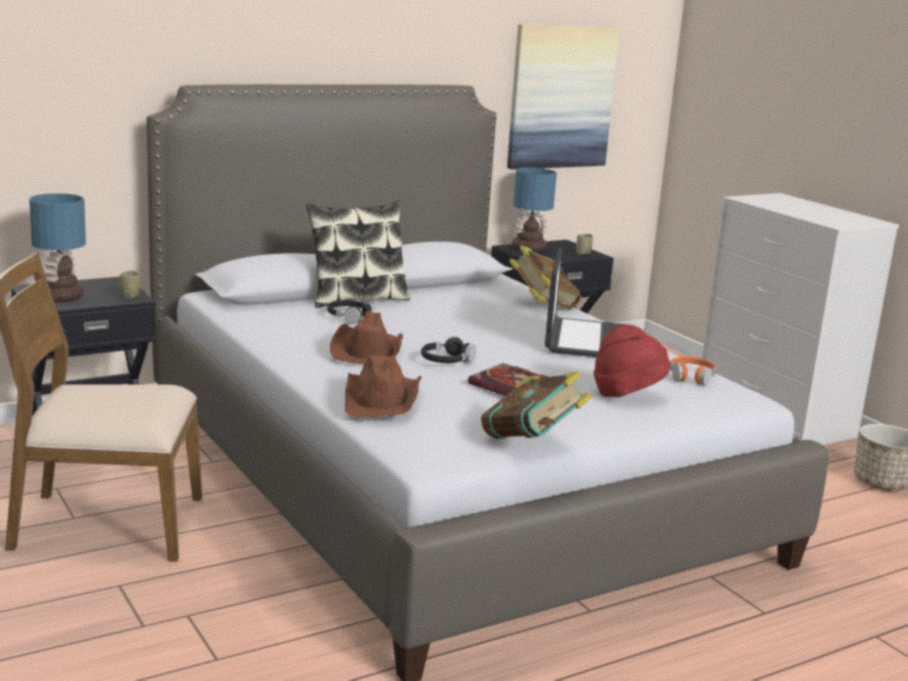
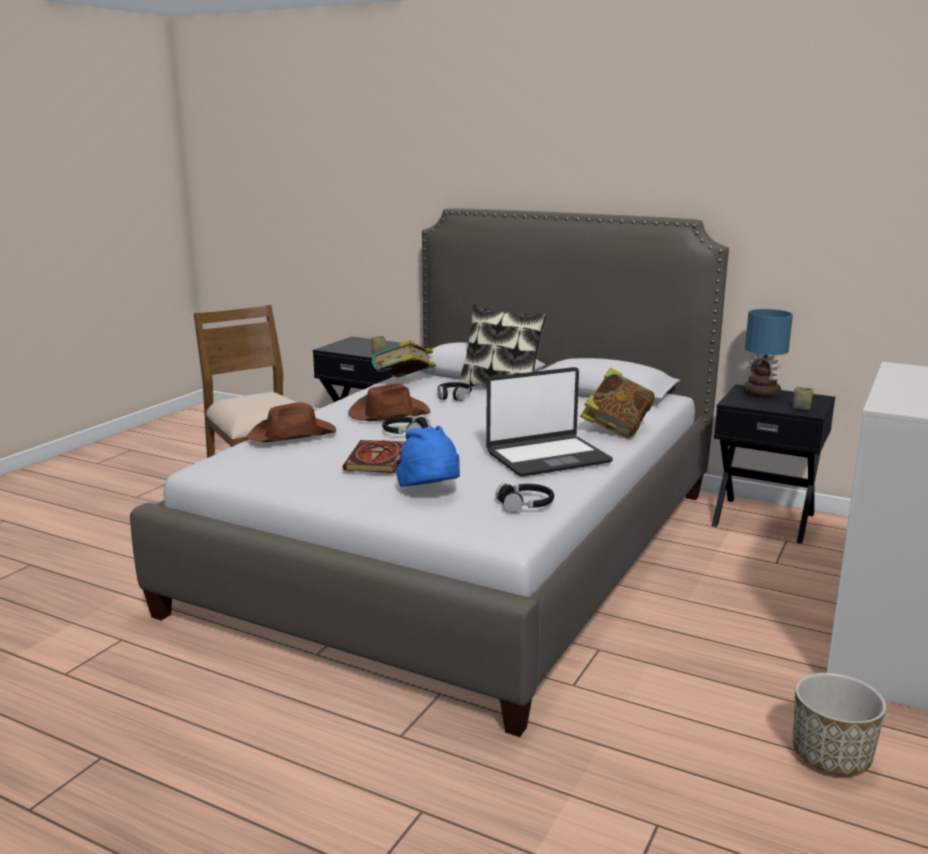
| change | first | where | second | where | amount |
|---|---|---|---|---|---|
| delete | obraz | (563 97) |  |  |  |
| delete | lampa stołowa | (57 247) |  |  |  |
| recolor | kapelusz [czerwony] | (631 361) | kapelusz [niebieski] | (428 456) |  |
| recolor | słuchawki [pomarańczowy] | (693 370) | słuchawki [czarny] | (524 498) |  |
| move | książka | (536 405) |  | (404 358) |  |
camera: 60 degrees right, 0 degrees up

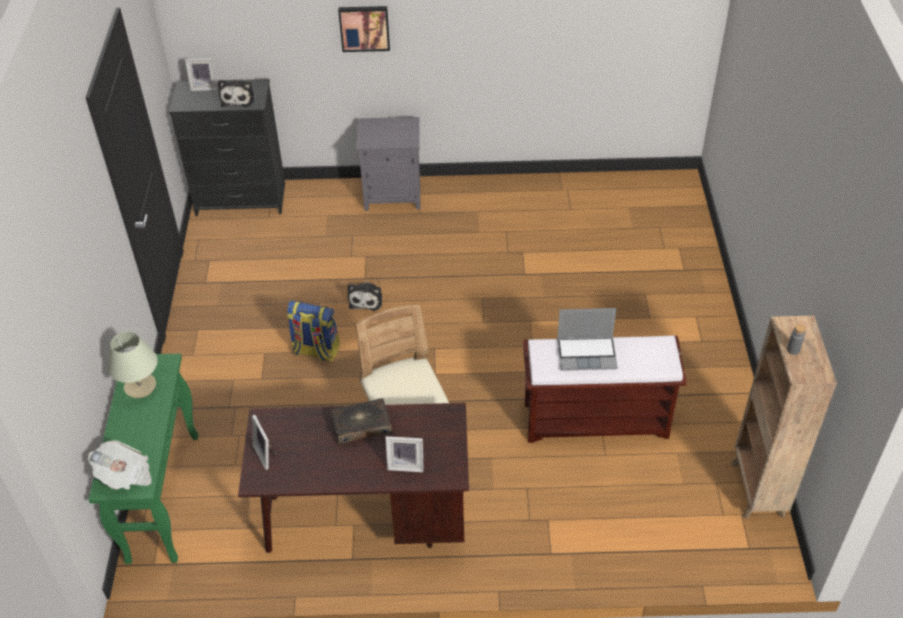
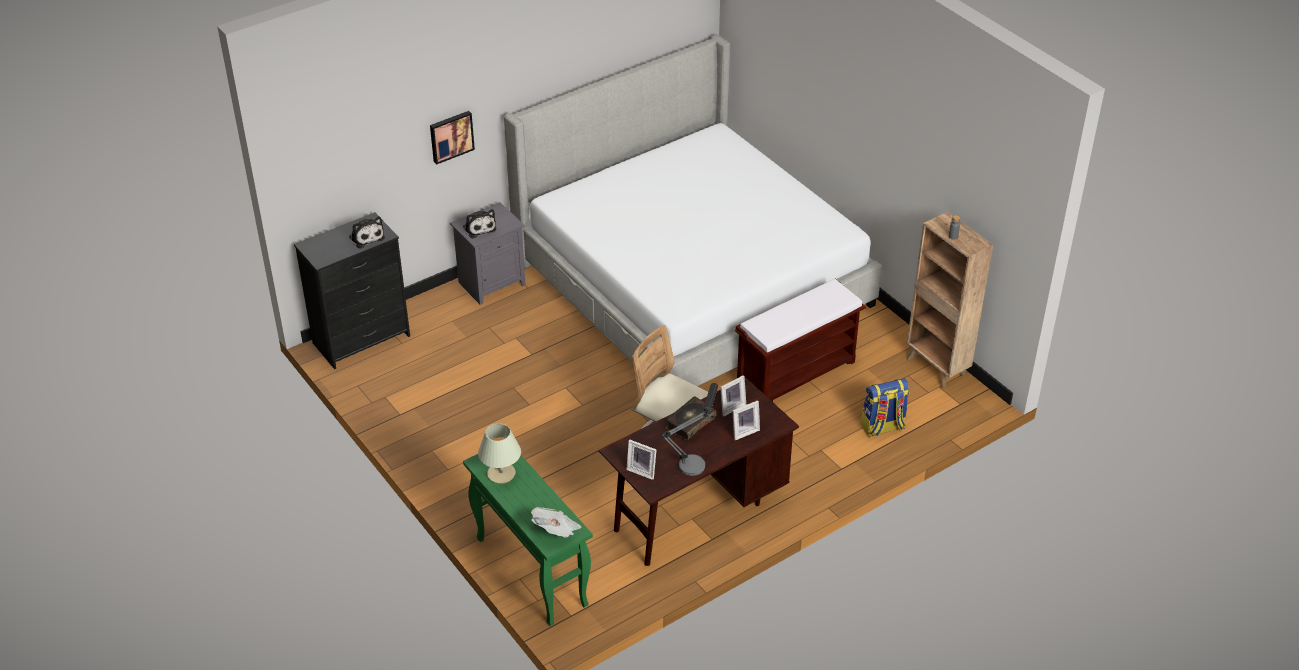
| change | first | where | second | where | amount |
|---|---|---|---|---|---|
| move | ramka na zdjęcie | (201 74) |  | (733 395) |  |
| move | pluszak | (364 296) |  | (479 224) |  |
| move | plecak | (313 331) |  | (885 407) |  |
| delete | laptop | (587 339) |  |  |  |
| insert |  |  | łóżko | (693 210) |  |
| insert |  |  | lampa stołowa | (690 429) |  |
camera: 35 degrees left, 5 degrees down

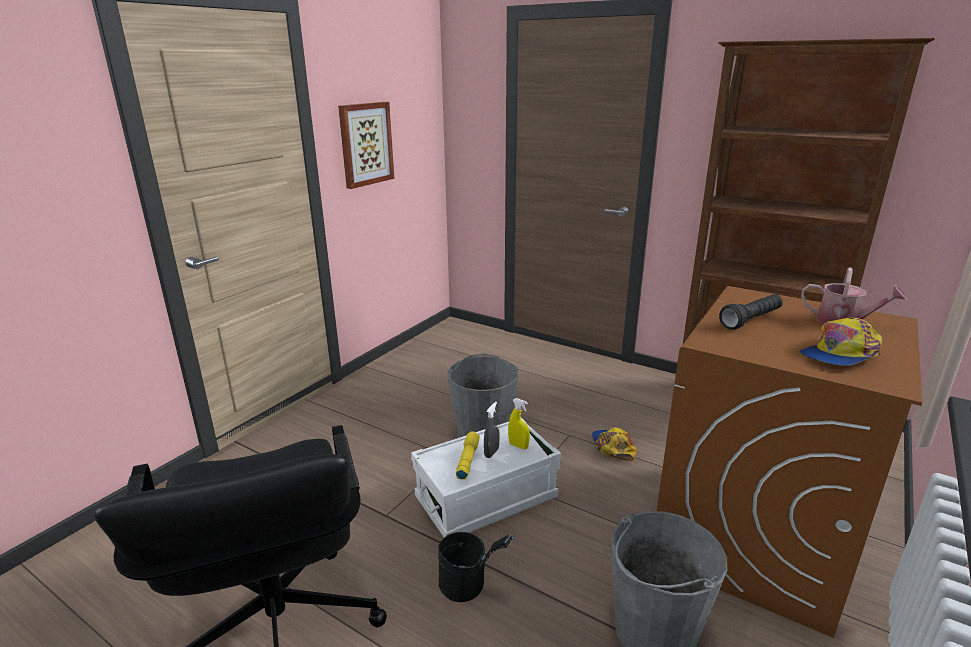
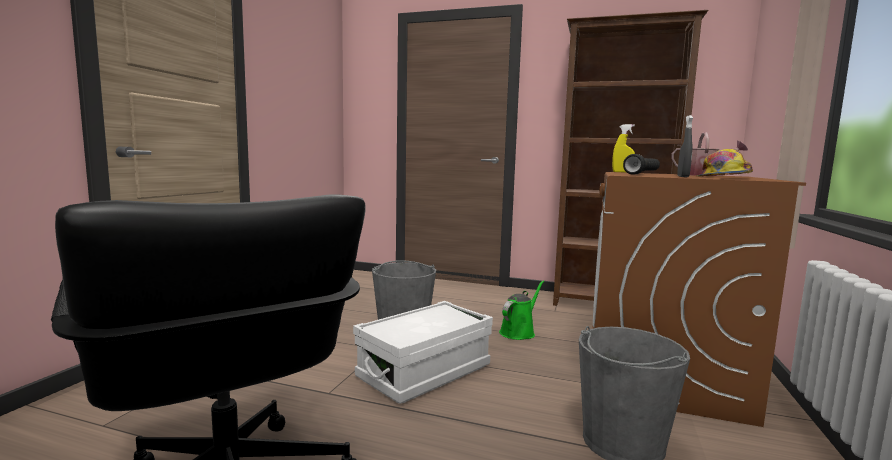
| change | first | where | second | where | amount |
|---|---|---|---|---|---|
| delete | obraz | (366 145) |  |  |  |
| move | spryskiwacz [żółty] | (519 423) |  | (623 148) |  |
| move | spryskiwacz [szary] | (492 430) |  | (685 146) |  |
| replace | czapka z daszkiem | (614 444) | konewka [zielony] | (521 310) |  |
| delete | latarka [żółty] | (468 455) |  |  |  |
| delete | wiadro [czarny] | (476 567) |  |  |  |
camera: 15 degrees left, 15 degrees down

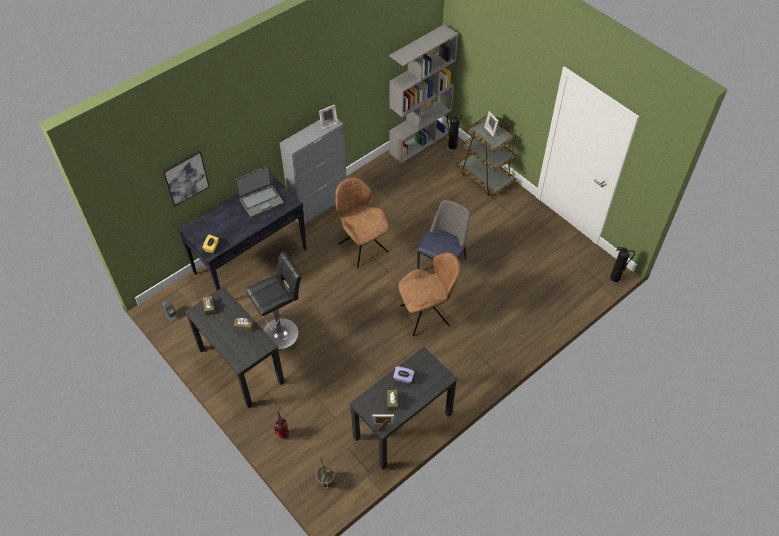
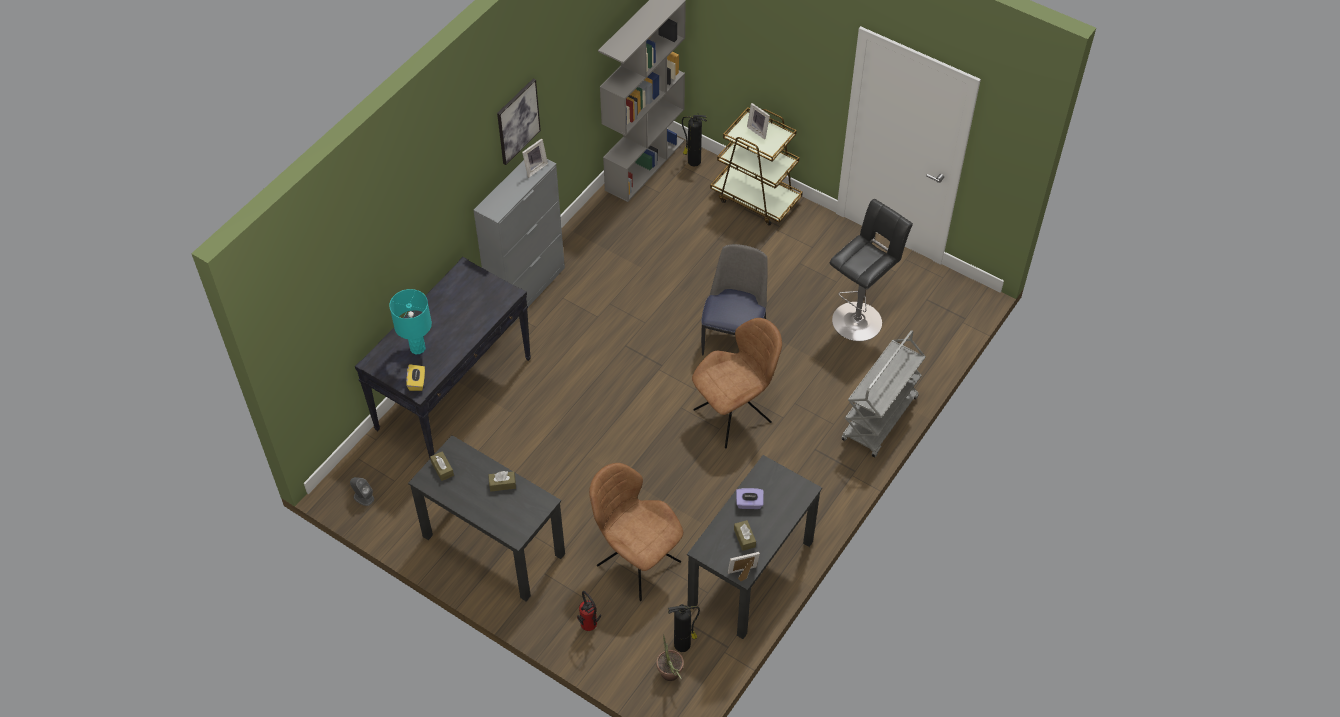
| change | first | where | second | where | amount |
|---|---|---|---|---|---|
| move | obraz | (186 179) |  | (519 121) |  |
| delete | laptop | (259 191) |  |  |  |
| move | krzesło [brązowy] | (362 223) |  | (636 532) |  |
| move | gaśnica | (622 264) |  | (684 628) |  |
| move | stołek [czarny] | (274 300) |  | (871 270) |  |
| insert |  |  | lampa stołowa [turkusowy] | (410 322) |  |
| insert |  |  | wózek [szary] | (883 393) |  |
camera: 15 degrees left, 0 degrees up

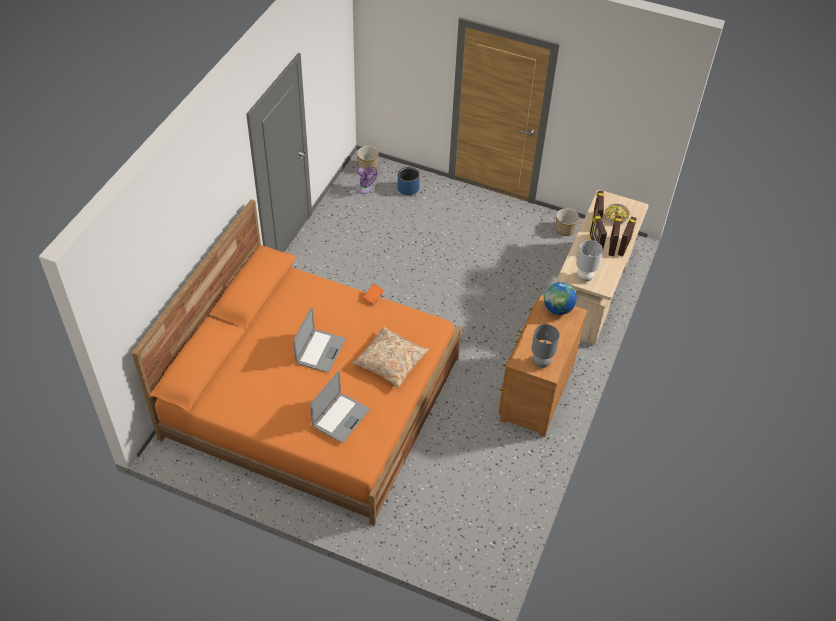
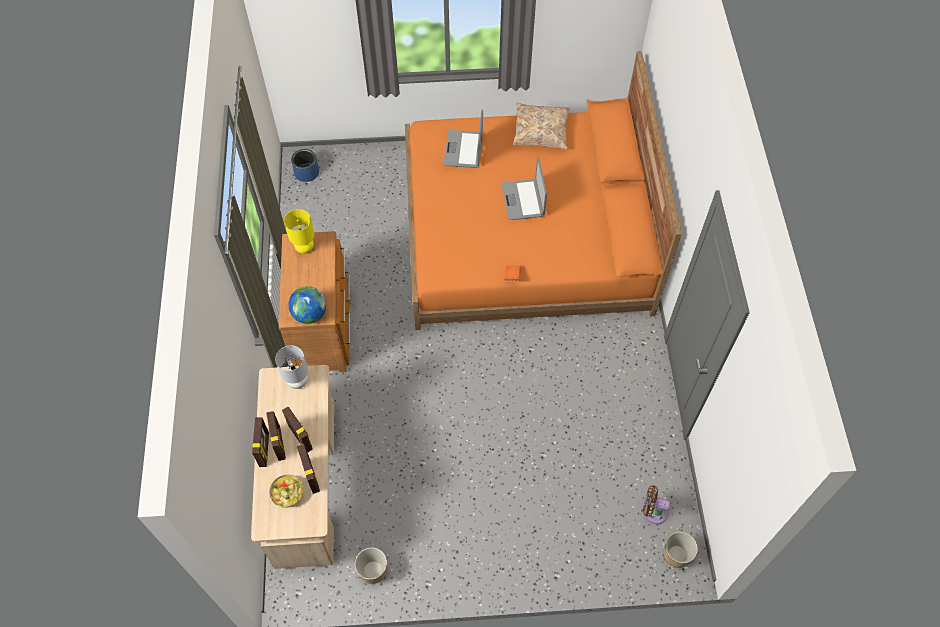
| change | first | where | second | where | amount |
|---|---|---|---|---|---|
| recolor | wentylator [fioletowy] | (366 180) | wentylator [brązowy] | (656 504) |  |
| move | donica [niebieski] | (408 181) |  | (305 165) |  |
| recolor | lampa stołowa [szary] | (545 346) | lampa stołowa [żółty] | (299 231) |  |
| move | poduszka [beżowy] | (390 357) |  | (541 126) |  |
camera: 155 degrees right, 10 degrees up

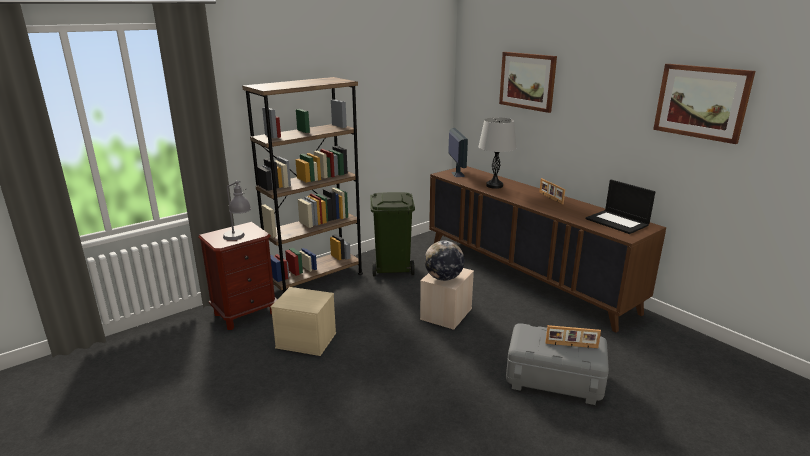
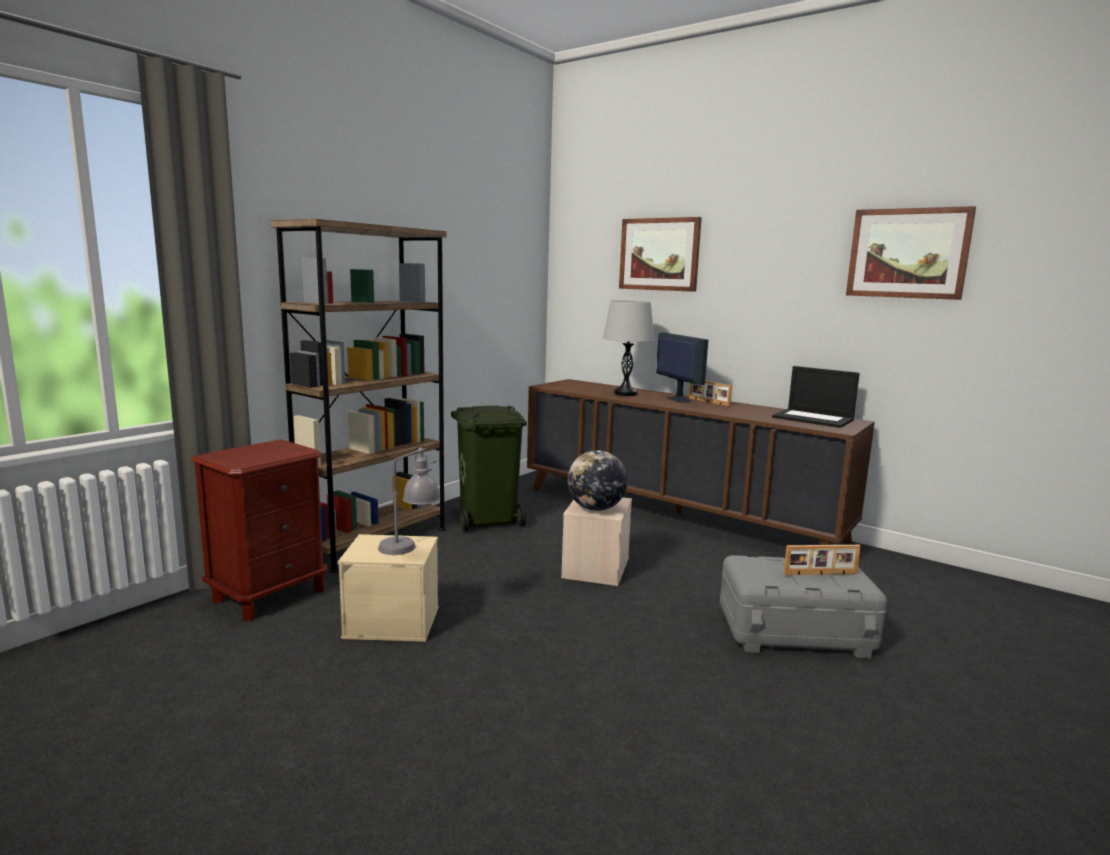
| change | first | where | second | where | amount |
|---|---|---|---|---|---|
| move | monitor | (458 152) |  | (682 367) |  |
| move | lampa stołowa [szary] | (237 210) |  | (409 501) |  |
camera: 15 degrees left, 10 degrees down

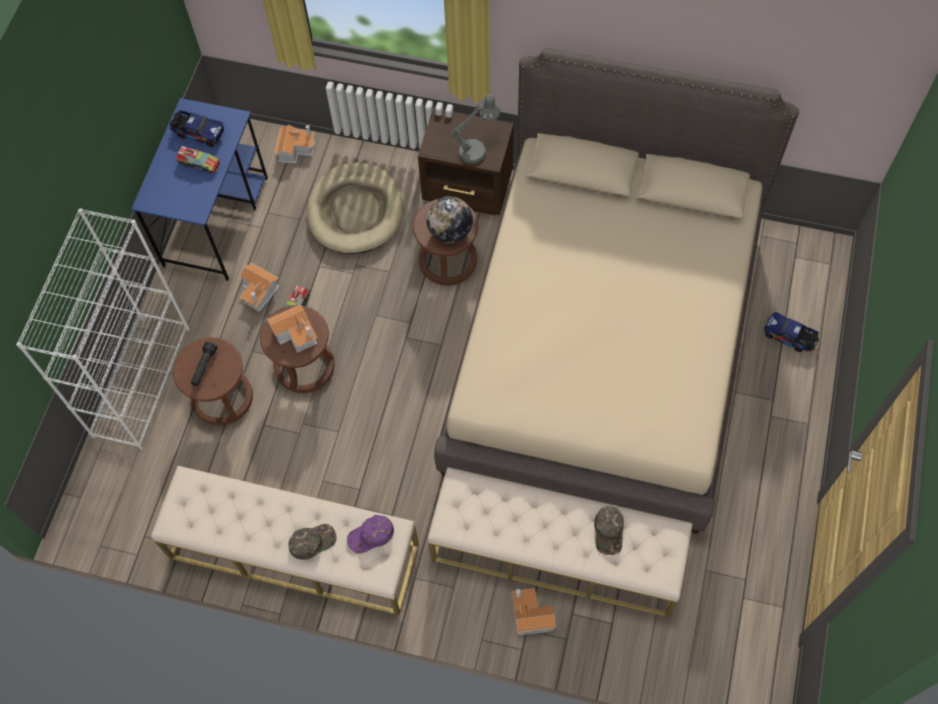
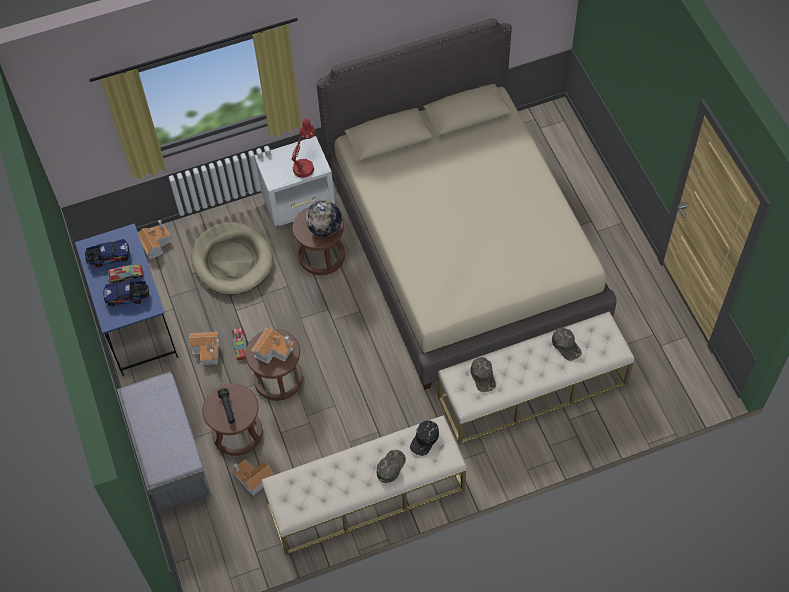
| change | first | where | second | where | amount |
|---|---|---|---|---|---|
| recolor | lampa stołowa [szary] | (475 129) | lampa stołowa [czerwony] | (303 148) |  |
| recolor | szafka nocna [brązowy] | (466 161) | szafka nocna [biały] | (295 181) |  |
| replace | regał [biały] | (103 329) | ławka [szary] | (164 443) |  |
| move | ciężarówka zabawkowa | (791 332) |  | (126 293) |  |
| recolor | czapka z daszkiem [fioletowy] | (370 534) | czapka z daszkiem [czarny] | (424 438) |  |
| move | domek | (534 611) |  | (253 477) |  |
| insert |  |  | czapka z daszkiem [zielony] | (483 374) |  |
camera: 35 degrees left, 5 degrees down

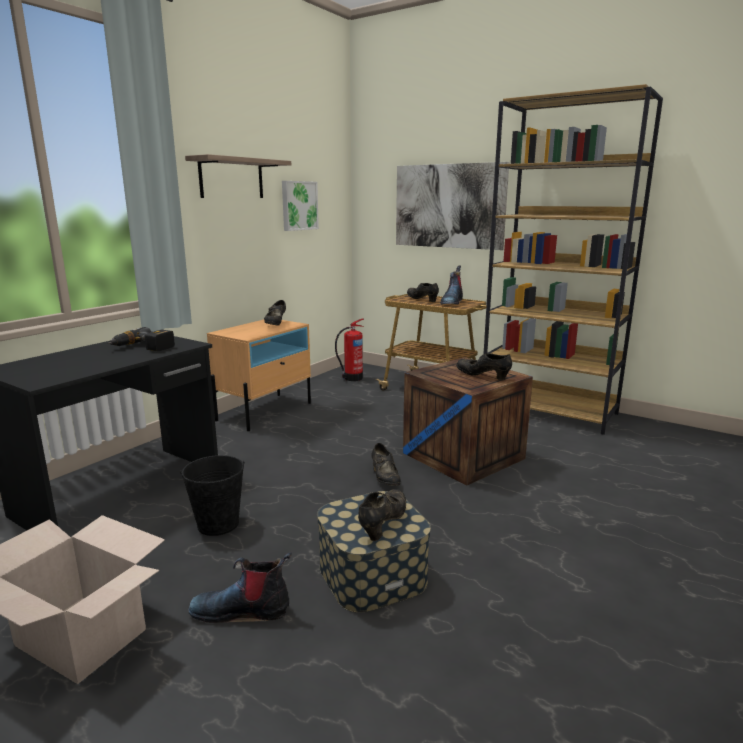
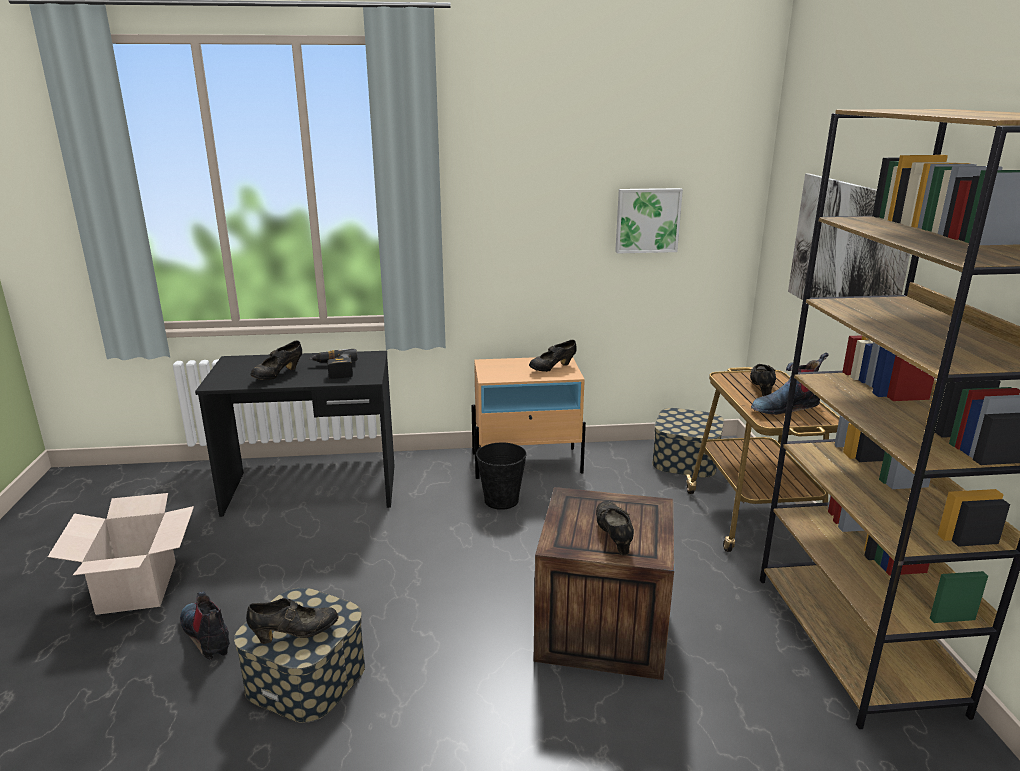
| change | first | where | second | where | amount |
|---|---|---|---|---|---|
| delete | półka | (238 176) |  |  |  |
| replace | gaśnica | (349 349) | pojemnik do przechowywania | (688 443) |  |
| move | but [czarny] | (386 464) |  | (276 360) |  |
| move | wiadro [czarny] | (212 495) |  | (501 476) |  |
camera: 50 degrees right, 5 degrees up

